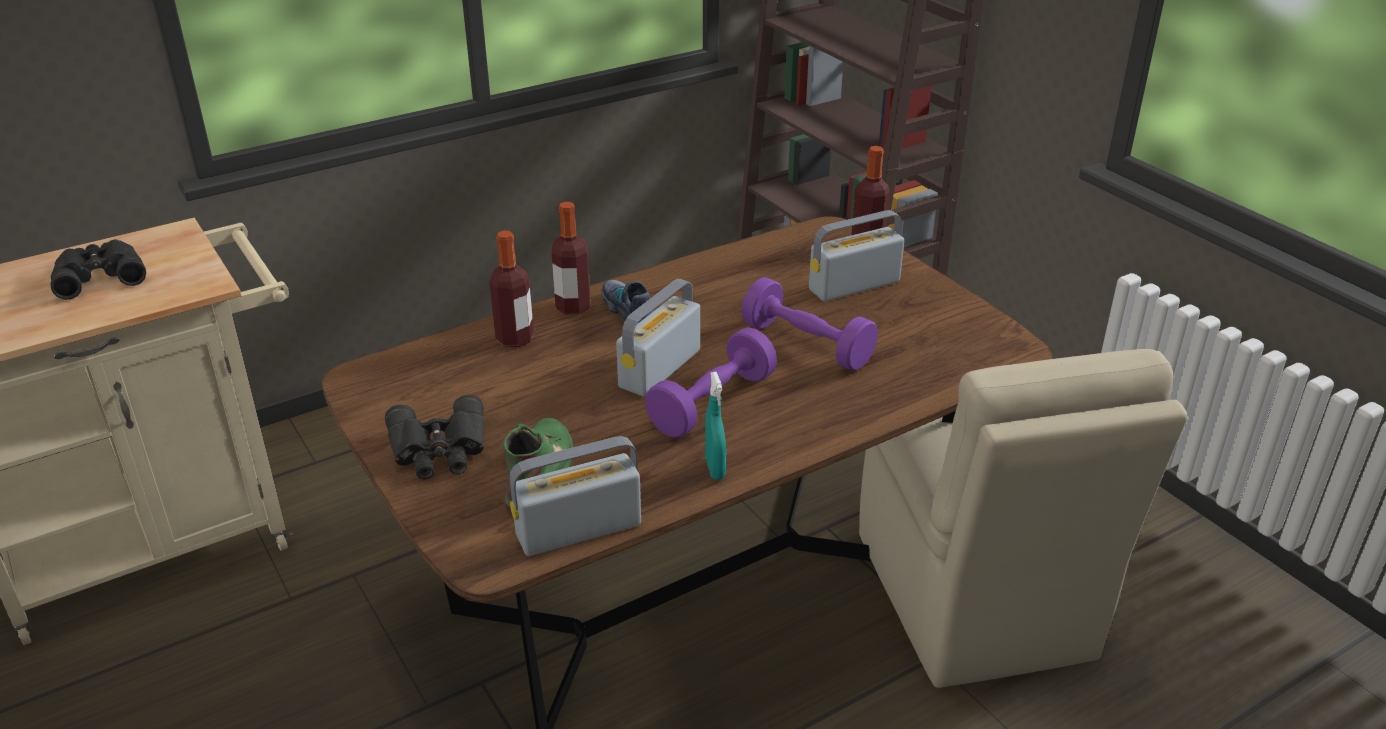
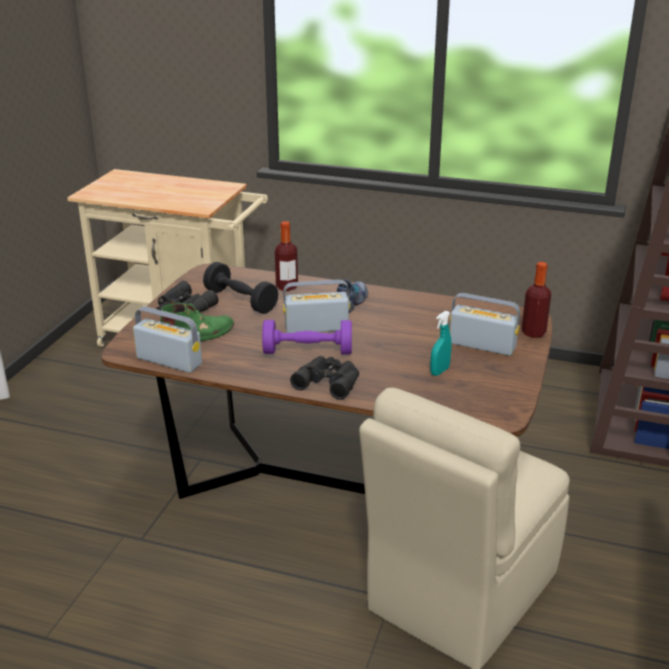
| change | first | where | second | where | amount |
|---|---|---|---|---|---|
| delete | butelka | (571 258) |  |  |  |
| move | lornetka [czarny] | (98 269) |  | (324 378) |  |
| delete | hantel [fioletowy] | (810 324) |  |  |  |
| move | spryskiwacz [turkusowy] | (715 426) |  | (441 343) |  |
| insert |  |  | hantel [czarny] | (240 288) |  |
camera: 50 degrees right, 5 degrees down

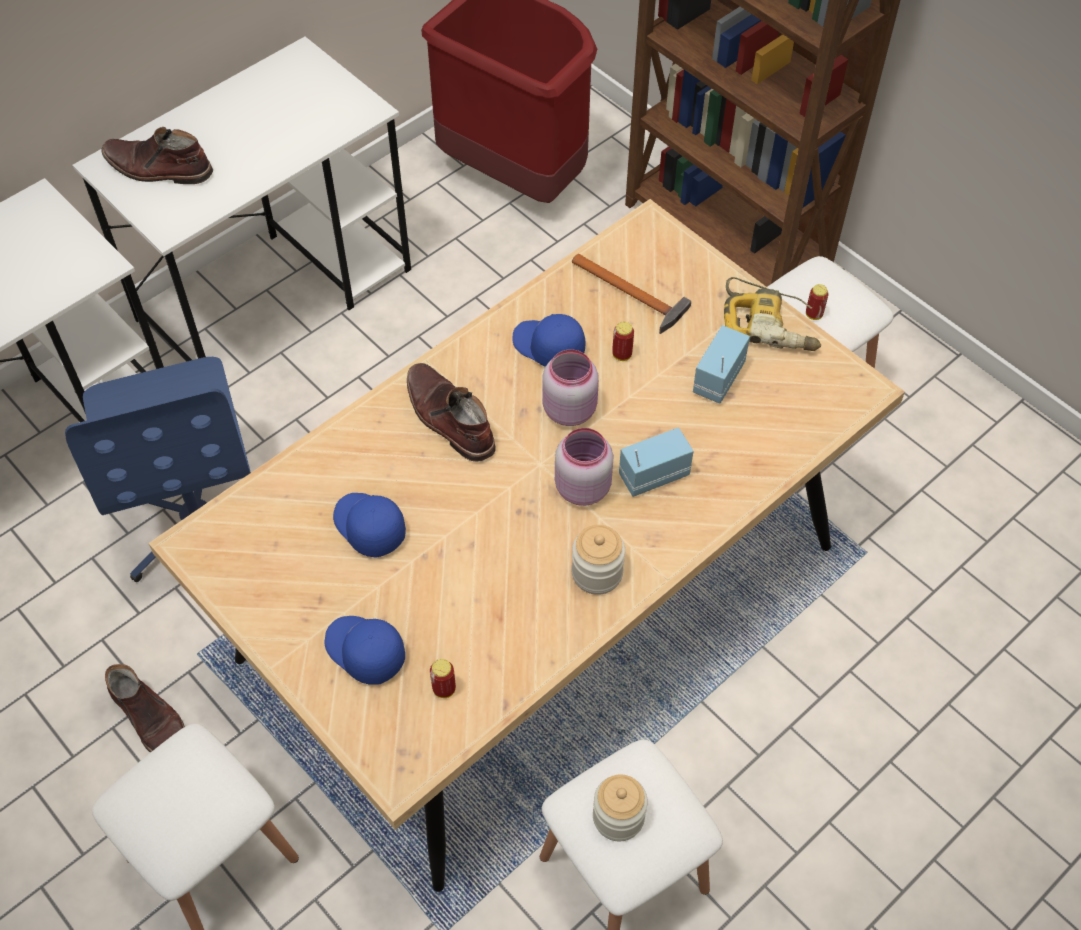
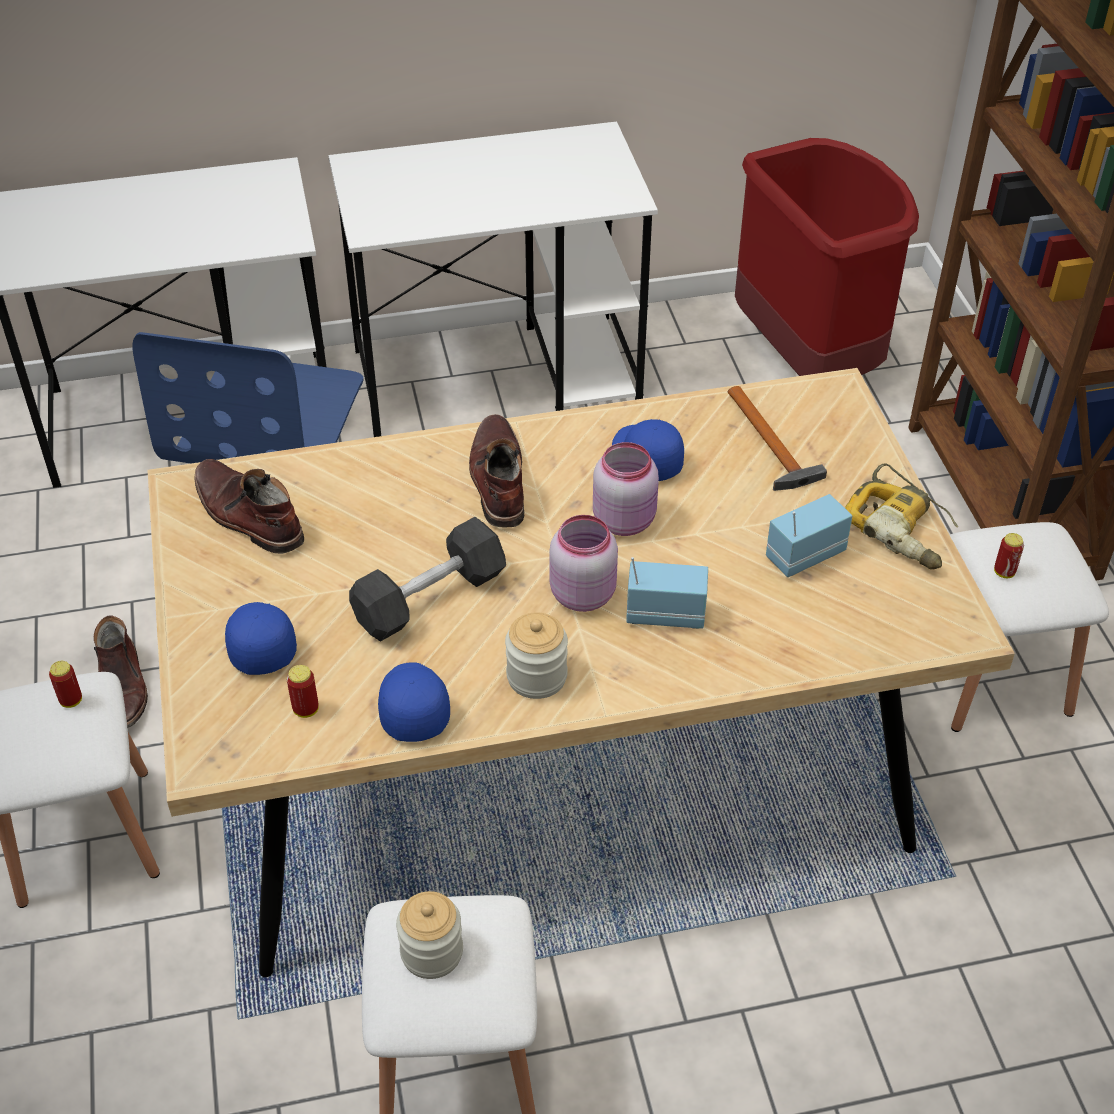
| change | first | where | second | where | amount |
|---|---|---|---|---|---|
| move | but z cholewką [brązowy] | (157 155) |  | (249 506) |  |
| move | puszka | (623 341) |  | (65 684) |  |
| move | czapka z daszkiem [niebieski] | (369 525) |  | (414 702) |  |
| insert |  |  | hantel [czarny] | (427 579) |  |
camera: 30 degrees right, 10 degrees down

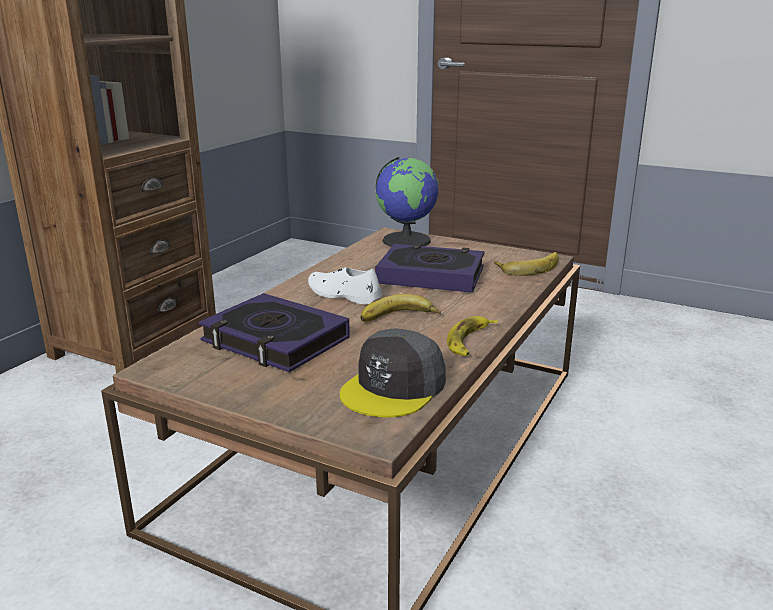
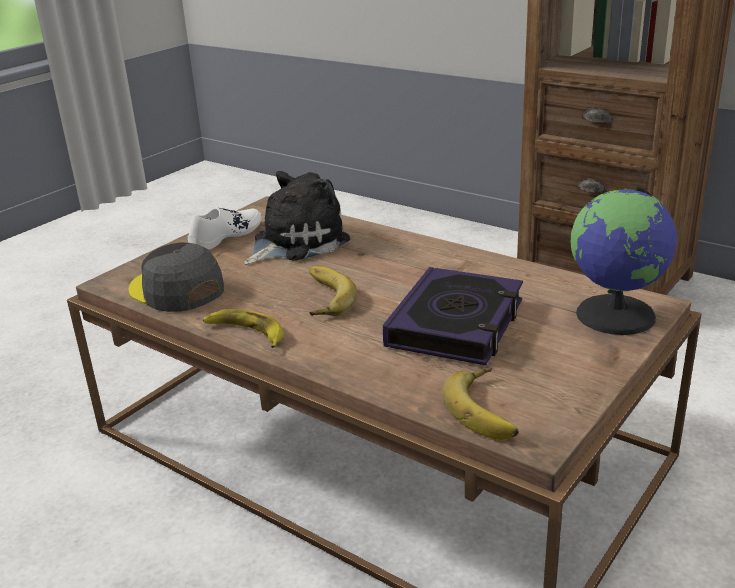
| change | first | where | second | where | amount |
|---|---|---|---|---|---|
| move | but [biały] | (345 285) |  | (225 229) |  |
| replace | książka | (274 332) | pluszak | (297 218) |  |
camera: 100 degrees right, 5 degrees up

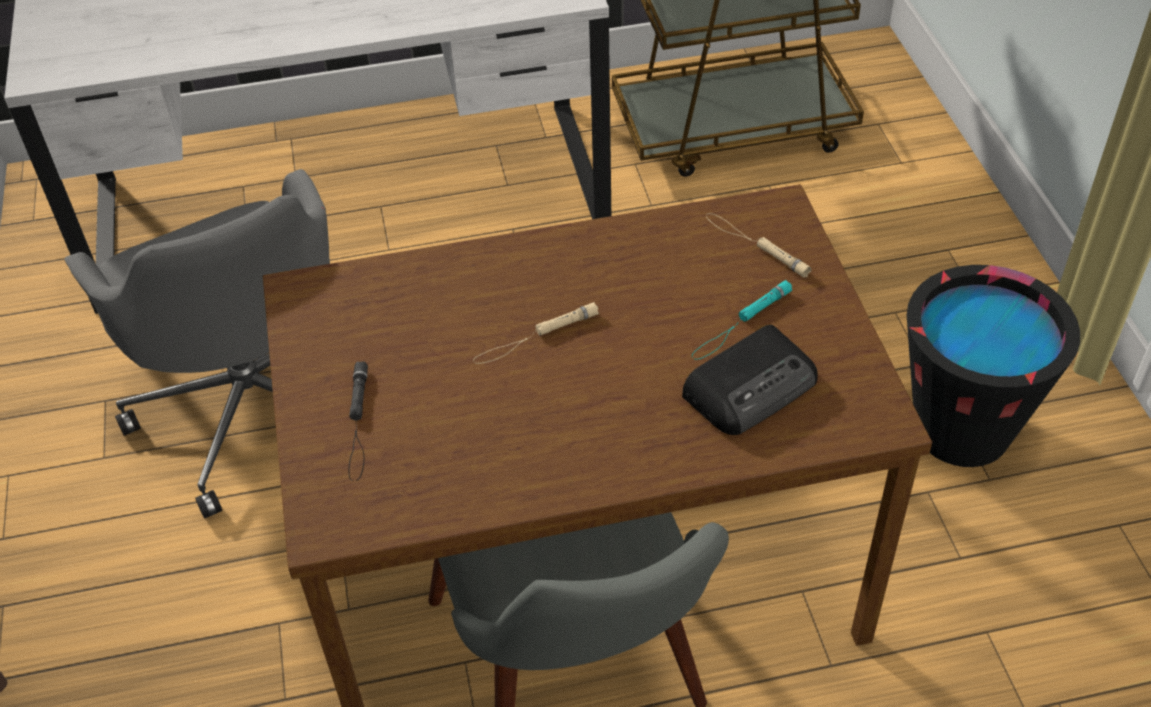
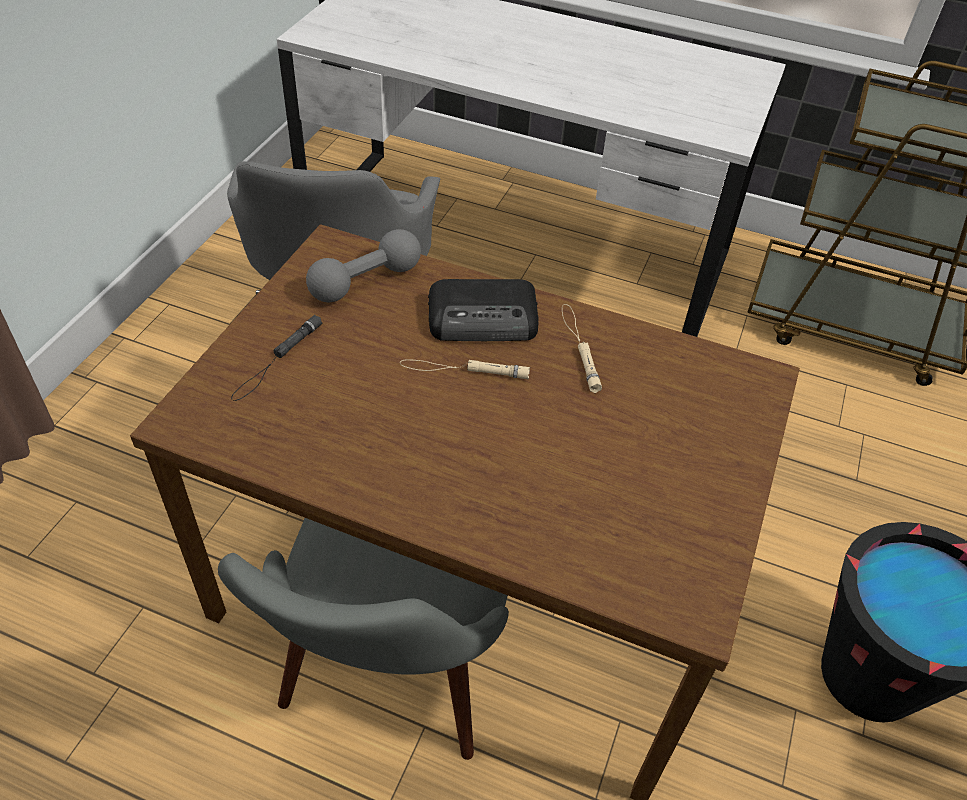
| change | first | where | second | where | amount |
|---|---|---|---|---|---|
| move | latarka [beżowy] | (758 245) |  | (582 348) |  |
| delete | latarka [turkusowy] | (742 320) |  |  |  |
| move | radio | (750 380) |  | (483 310) |  |
| insert |  |  | hantel [szary] | (363 265) |  |
camera: 30 degrees right, 0 degrees up

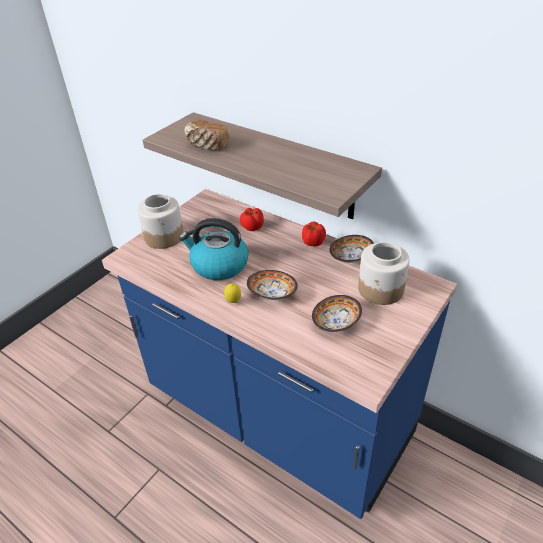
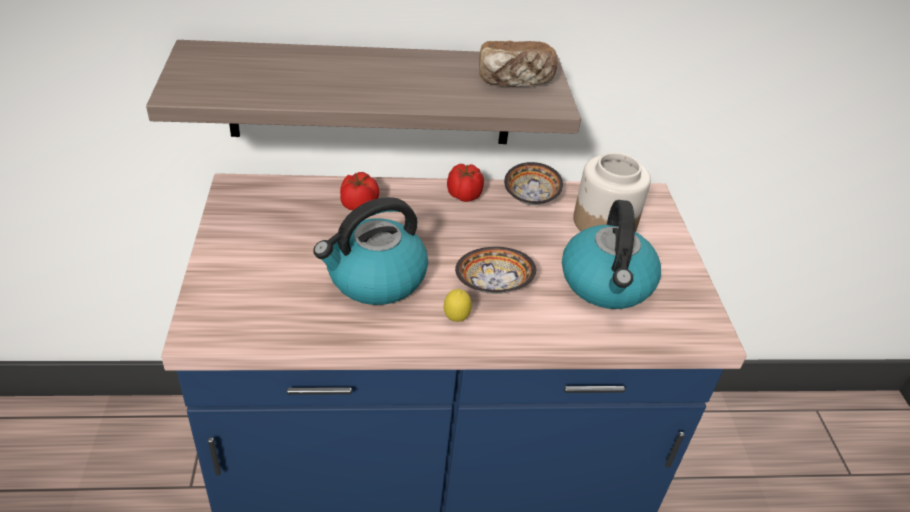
| change | first | where | second | where | amount |
|---|---|---|---|---|---|
| move | chleb | (207 135) |  | (518 64) |  |
| delete | słoik | (160 221) |  |  |  |
| replace | miska | (337 313) | czajnik | (611 254) |  |
camera: 45 degrees left, 0 degrees up

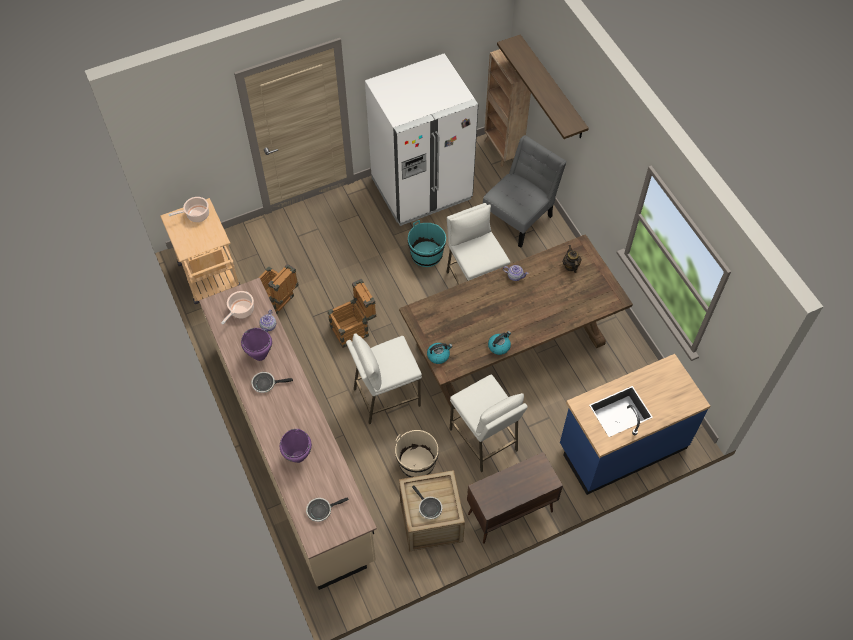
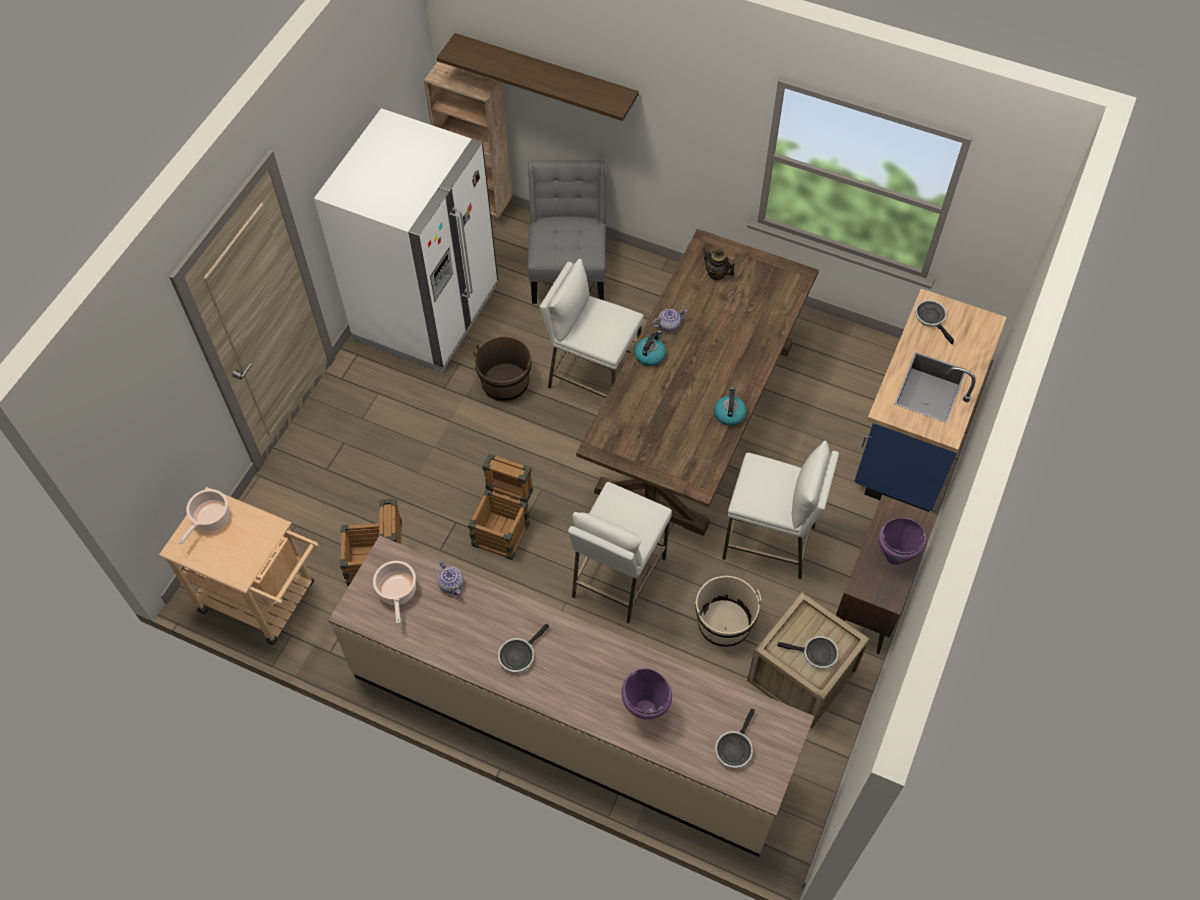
| change | first | where | second | where | amount |
|---|---|---|---|---|---|
| recolor | wiadro [turkusowy] | (427 243) | wiadro [brązowy] | (502 369) |  |
| move | garnek [fioletowy] | (256 344) |  | (902 541) |  |
| move | czajnik | (440 353) |  | (650 348) |  |
| insert |  |  | patelnia | (934 322) |  |
camera: 40 degrees left, 0 degrees up

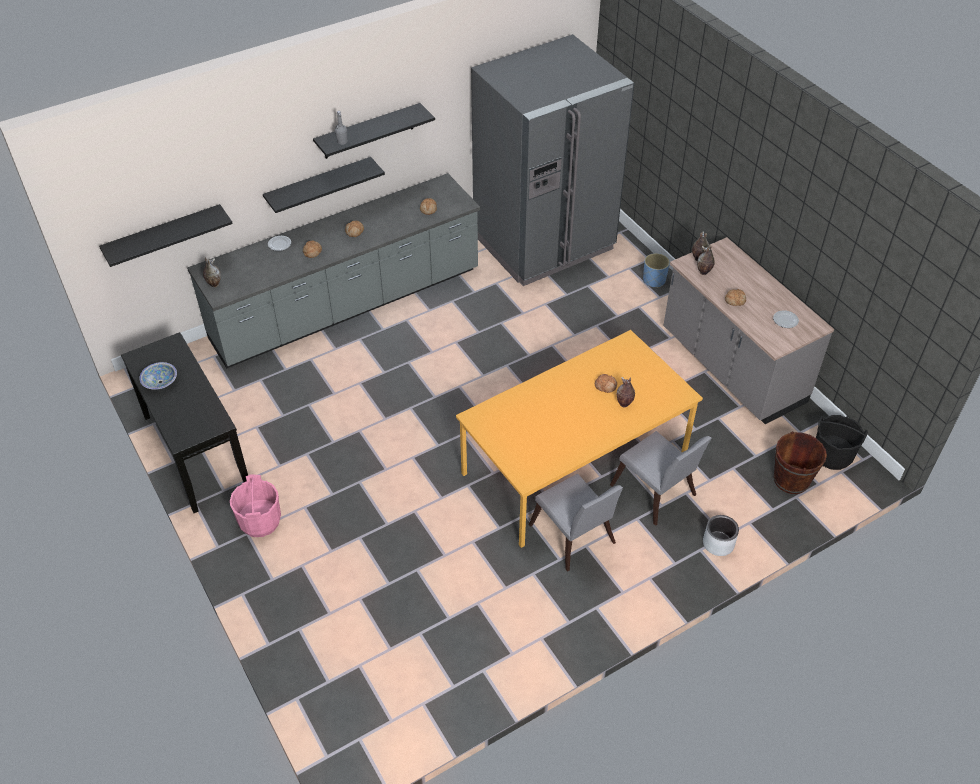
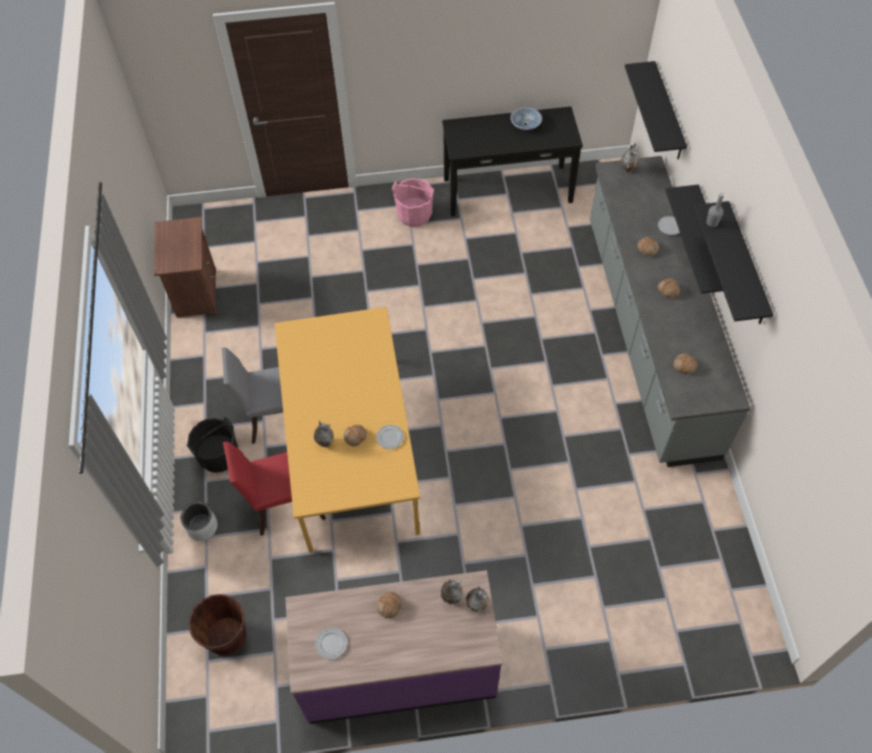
| change | first | where | second | where | amount |
|---|---|---|---|---|---|
| delete | lodówka [szary] | (552 160) |  |  |  |
| recolor | zabudowa kuchenna [szary] | (748 330) | zabudowa kuchenna [fioletowy] | (394 647) |  |
| delete | donica [niebieski] | (656 270) |  |  |  |
| move | wiadro [czarny] | (842 442) |  | (212 445) |  |
| recolor | krzesło [szary] | (660 478) | krzesło [czerwony] | (274 489) |  |
| insert |  |  | szafka nocna [brązowy] | (185 267) |  |
| insert |  |  | talerz | (390 437) |  |
camera: 115 degrees right, 10 degrees up

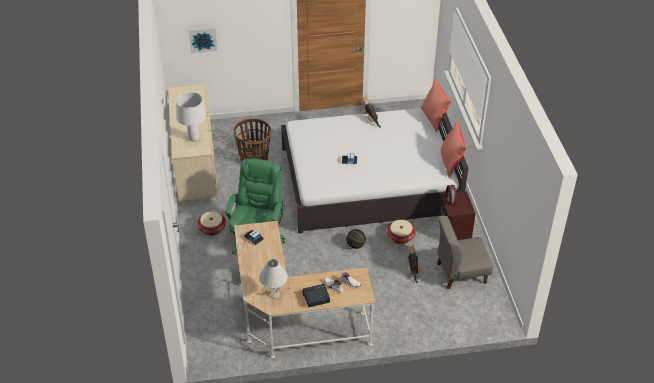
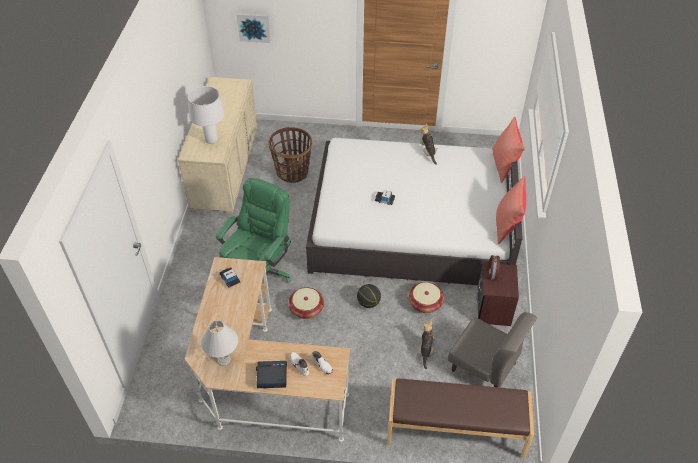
| change | first | where | second | where | amount |
|---|---|---|---|---|---|
| move | koszyk | (211 224) |  | (306 303) |  |
| rotate | krzesło [szary] | (465 252) |  | (492 349) | 150 degrees counterclockwise |
| insert |  |  | ławka [brązowy] | (460 418) |  |
camera: 15 degrees right, 5 degrees up

